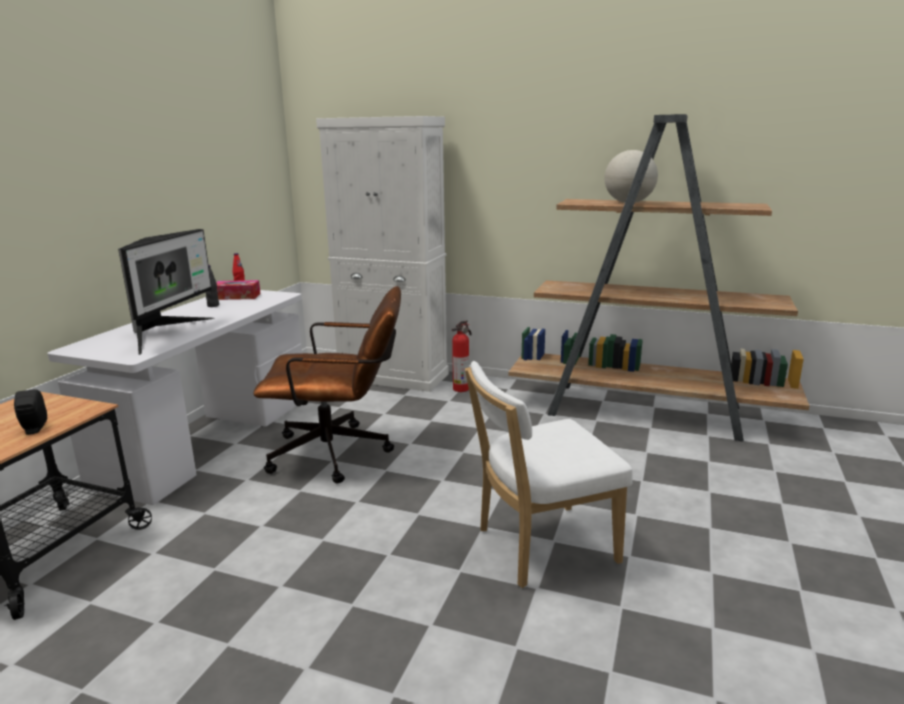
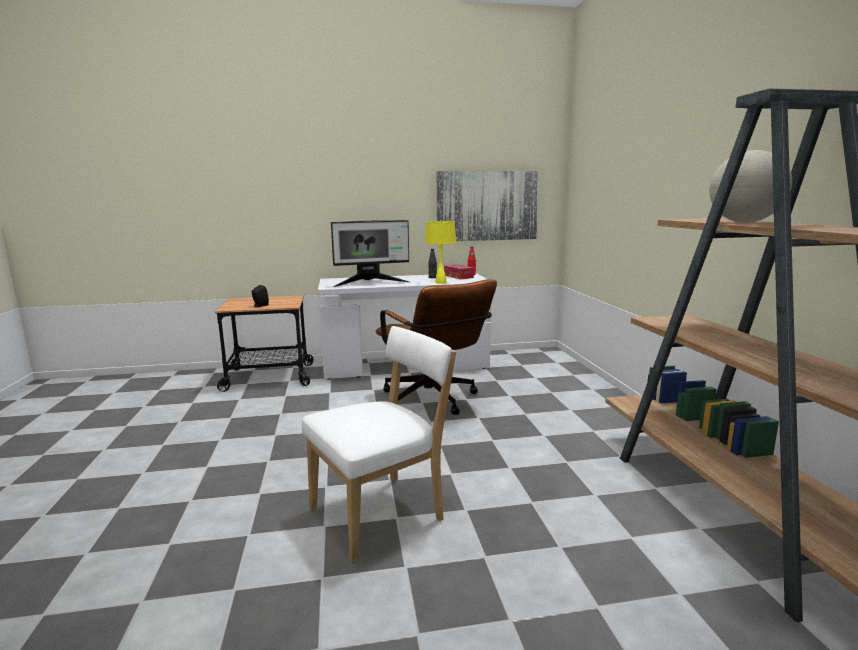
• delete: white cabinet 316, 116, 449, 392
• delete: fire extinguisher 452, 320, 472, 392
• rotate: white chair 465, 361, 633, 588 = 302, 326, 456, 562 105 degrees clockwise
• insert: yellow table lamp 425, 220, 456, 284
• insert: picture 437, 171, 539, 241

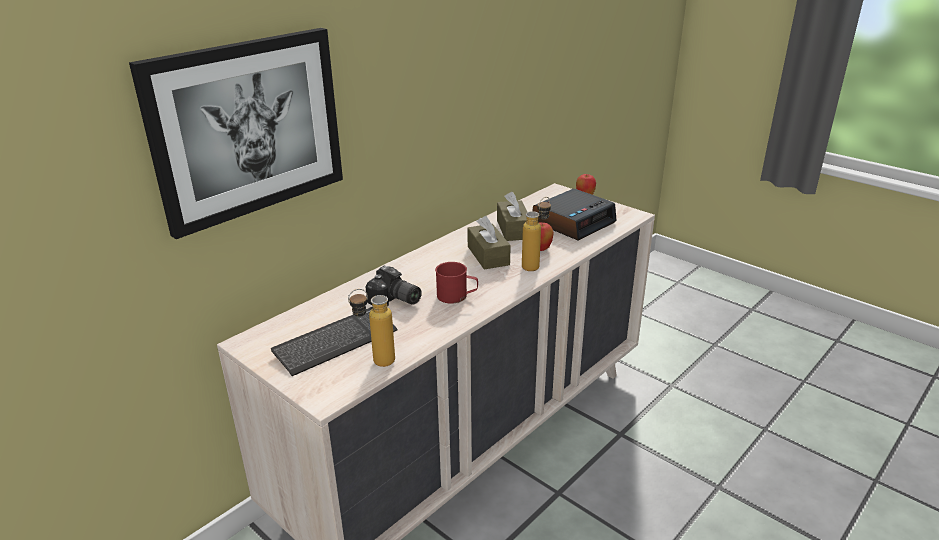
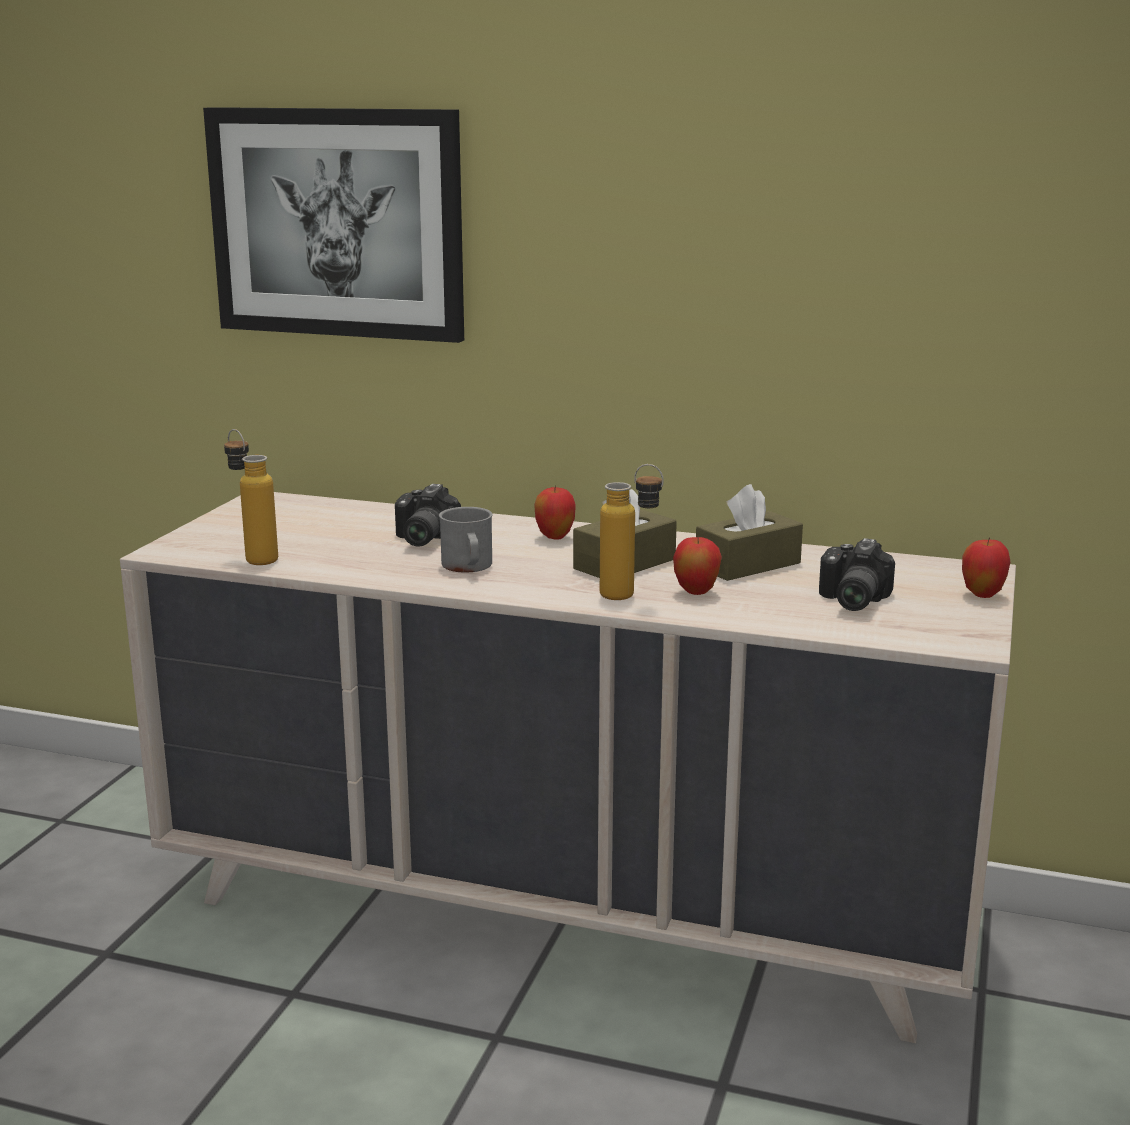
• delete: keyboard 271, 307, 398, 376
• recolor: red mug 435, 262, 478, 304 to grey mug 439, 507, 493, 572
• replace: alarm clock 533, 189, 617, 240 to photo camera 819, 538, 895, 611
• insert: apple 534, 486, 576, 540

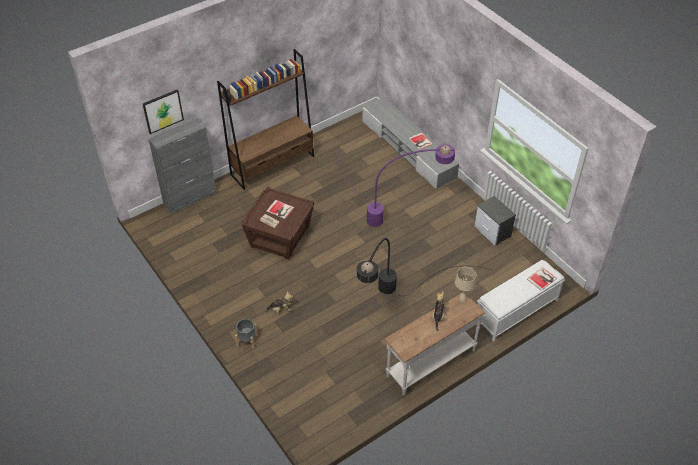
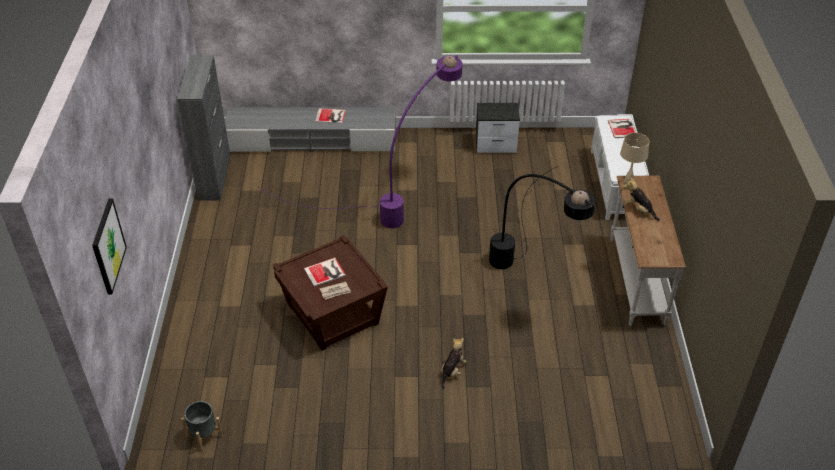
• move: grey cabinet 149, 118, 217, 214 to 177, 55, 230, 201
• delete: brown bookcase 217, 49, 314, 190
• move: grey planter 235, 319, 258, 349 to 181, 401, 223, 452

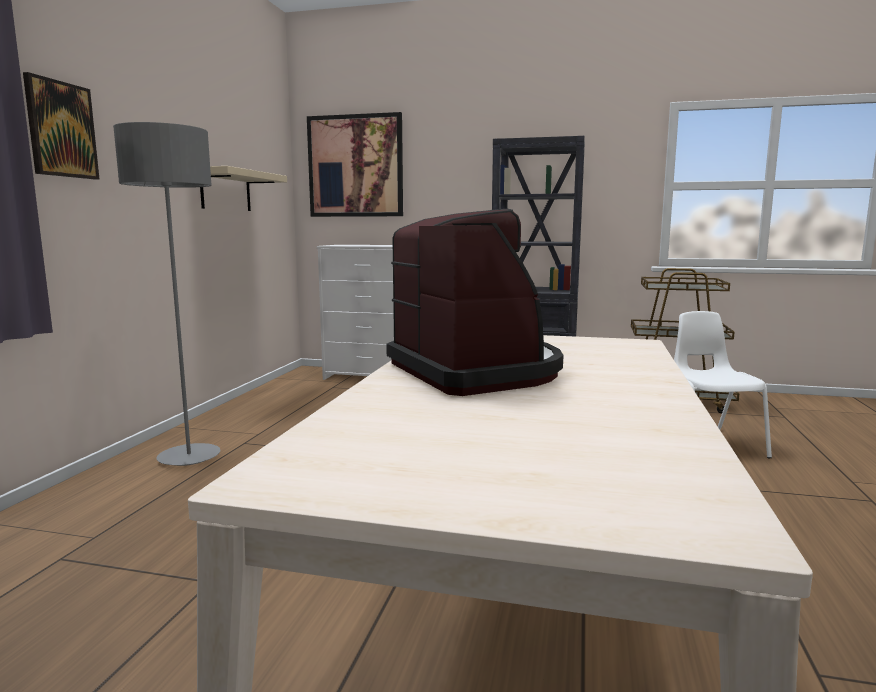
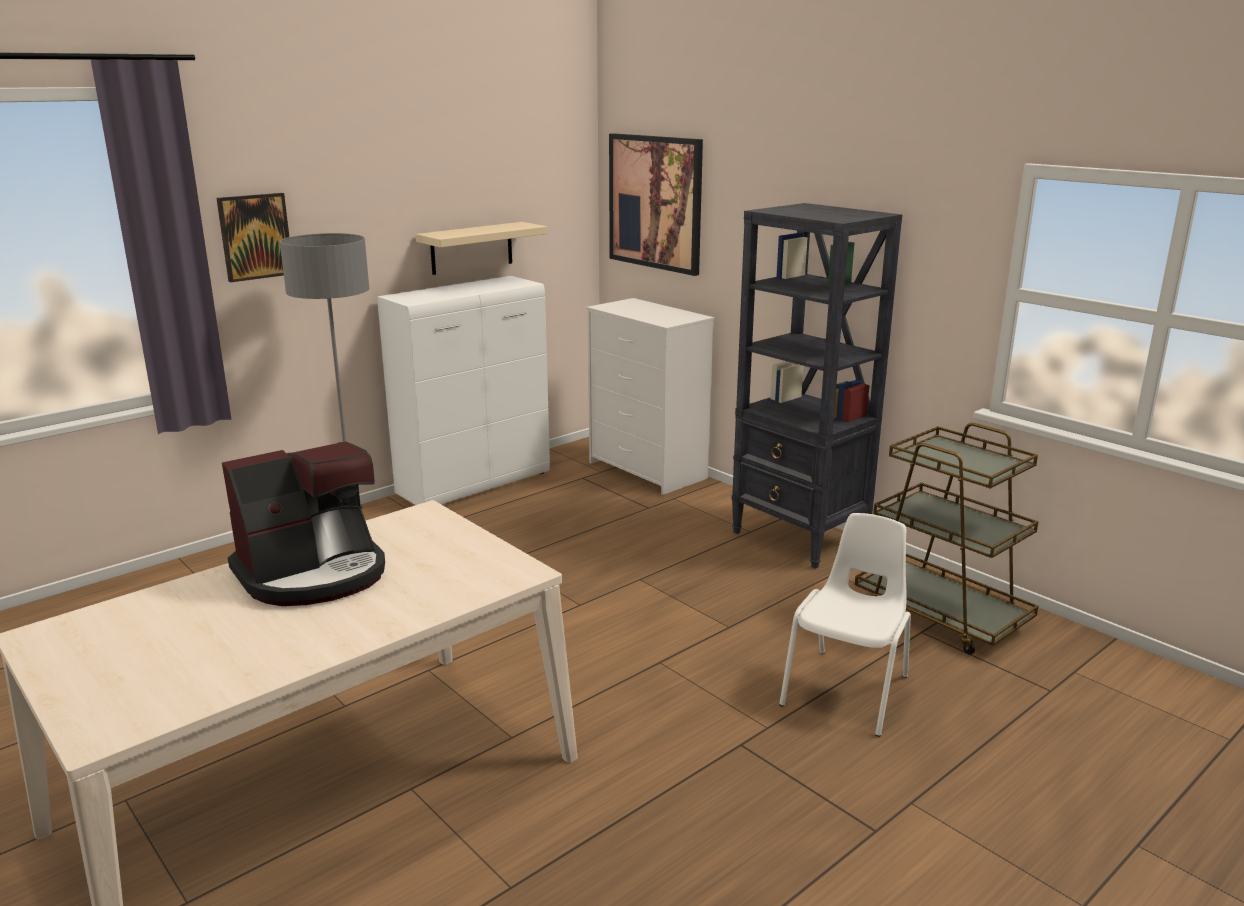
• rotate: coffee machine 386, 209, 563, 396 = 222, 442, 385, 606 45 degrees clockwise
• insert: white cabinet 377, 276, 550, 505

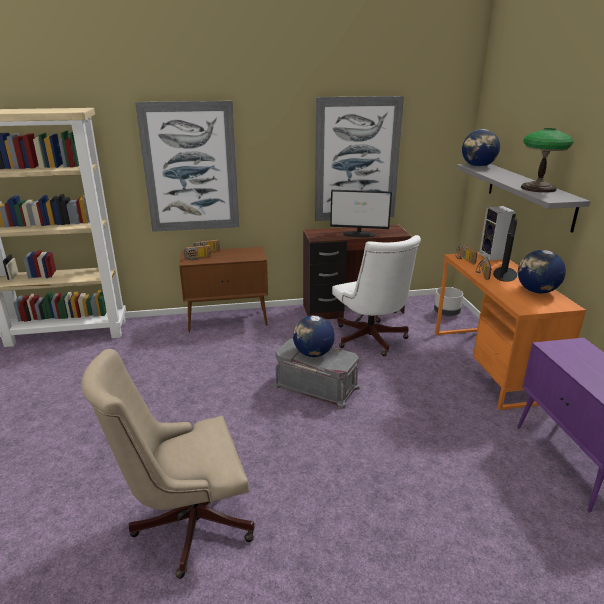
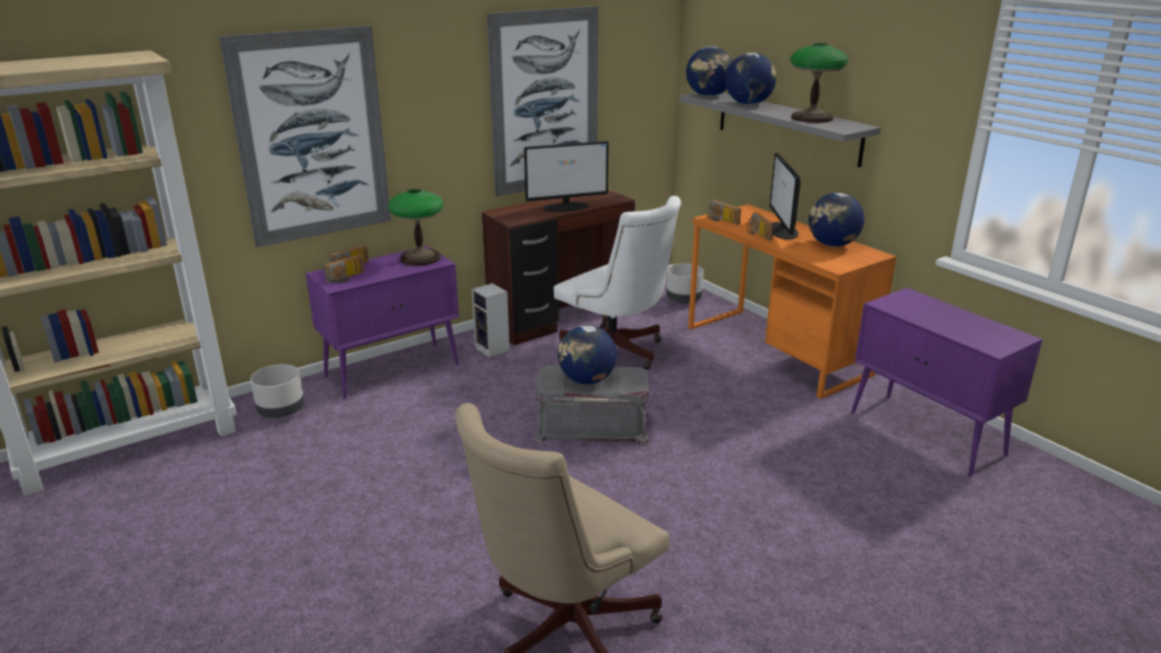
• recolor: brown cabinet 179, 247, 268, 332 to purple cabinet 306, 246, 459, 399
• move: speaker 479, 206, 515, 261 to 472, 283, 510, 358
• insert: grey planter 250, 364, 304, 418
• insert: table lamp 388, 189, 444, 266
• insert: globe 725, 53, 776, 105

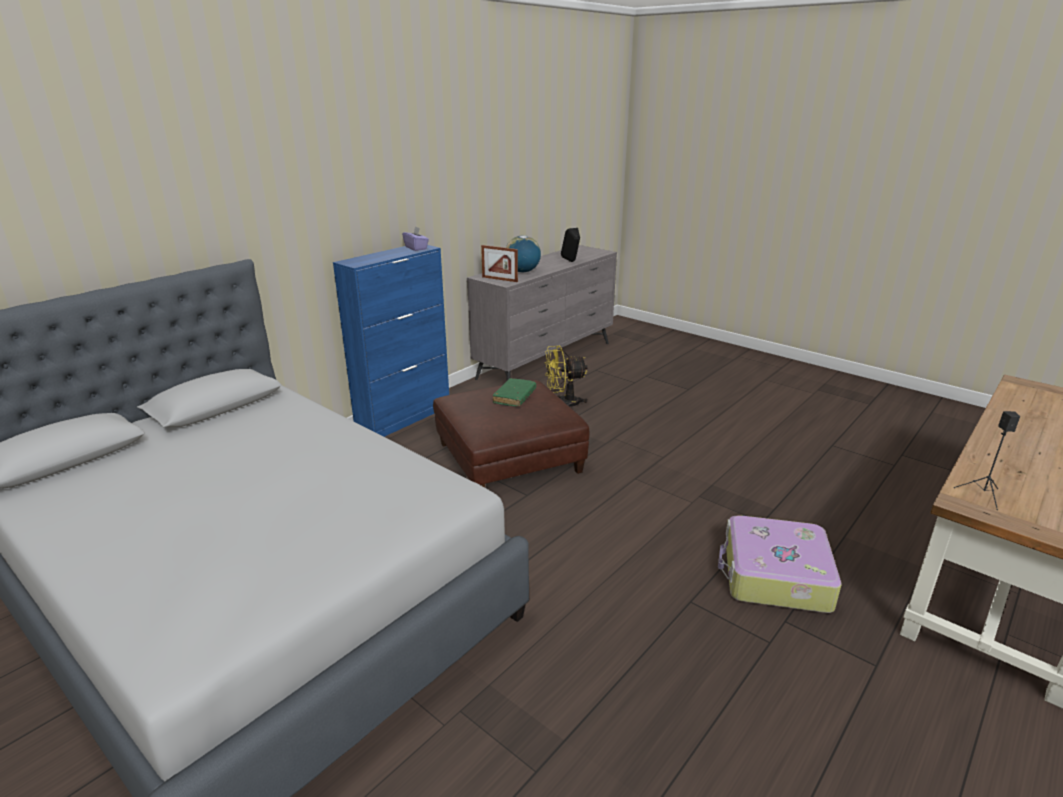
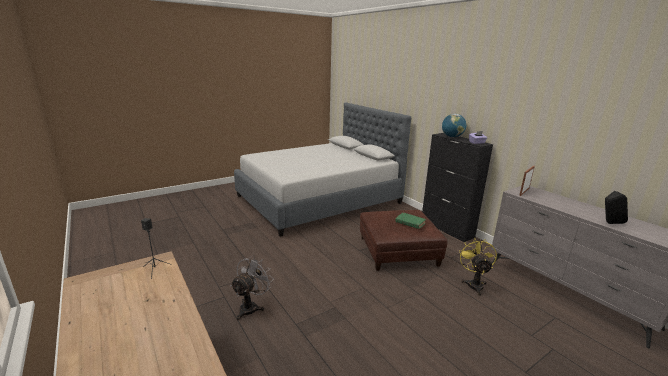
• recolor: blue cabinet 333, 245, 449, 437 to black cabinet 422, 133, 493, 242
• move: globe 506, 235, 541, 272 to 442, 114, 467, 137
• replace: suitcase 718, 515, 841, 613 to grey fan 230, 255, 274, 320

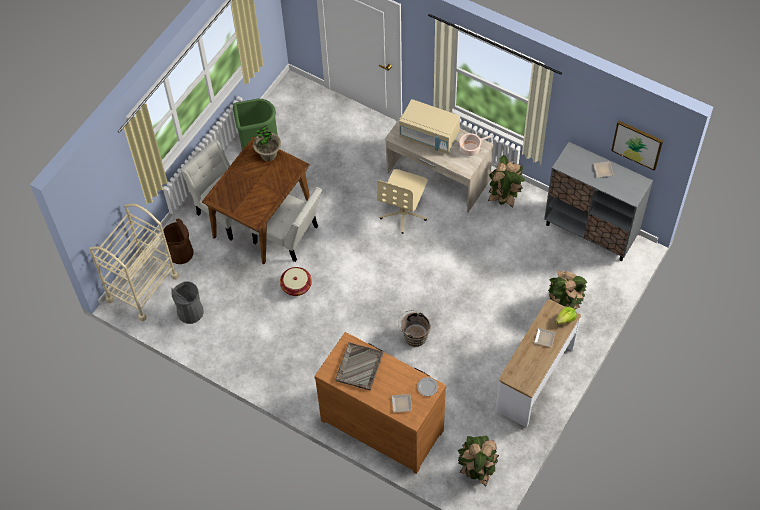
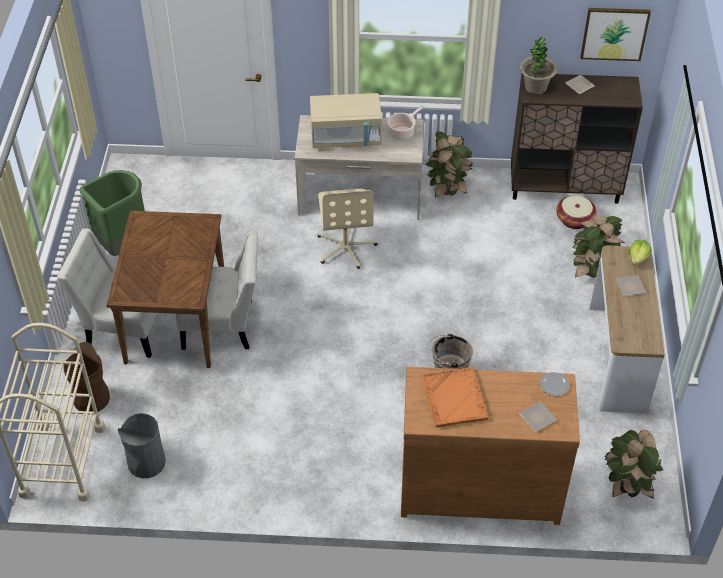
• move: potted plant 253, 125, 281, 161 to 520, 37, 557, 94
• move: basket 280, 267, 312, 296 to 556, 195, 597, 229
• recolor: grey tray 335, 342, 384, 391 to orange tray 421, 367, 488, 428
• recolor: grey cabinet 544, 142, 653, 261 to brown cabinet 511, 73, 643, 204

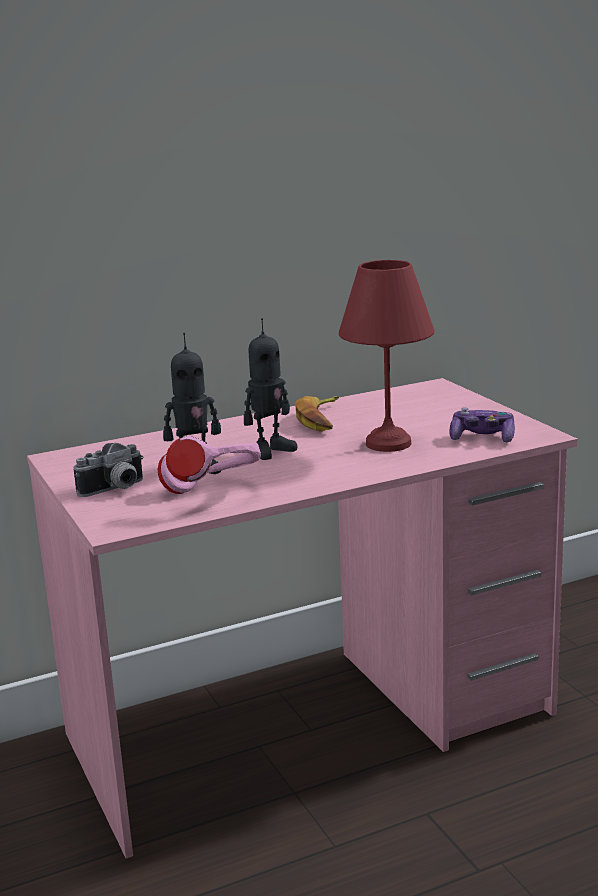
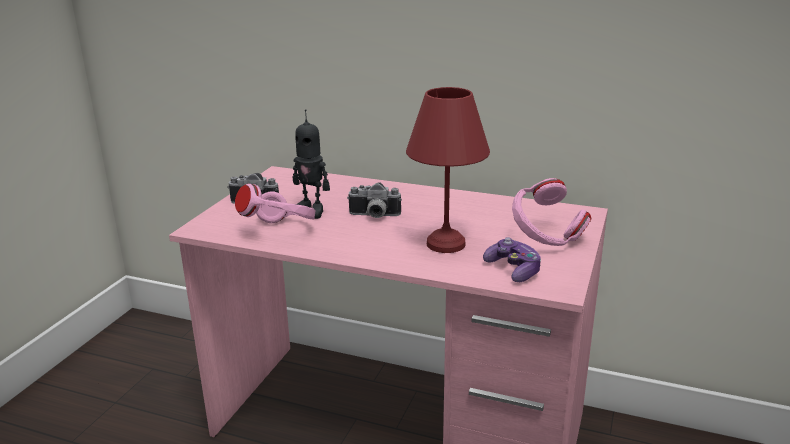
• replace: toy robot 244, 318, 297, 460 to photo camera 347, 182, 402, 218
• delete: banana 295, 396, 339, 432
• insert: pink headphones 512, 178, 591, 246

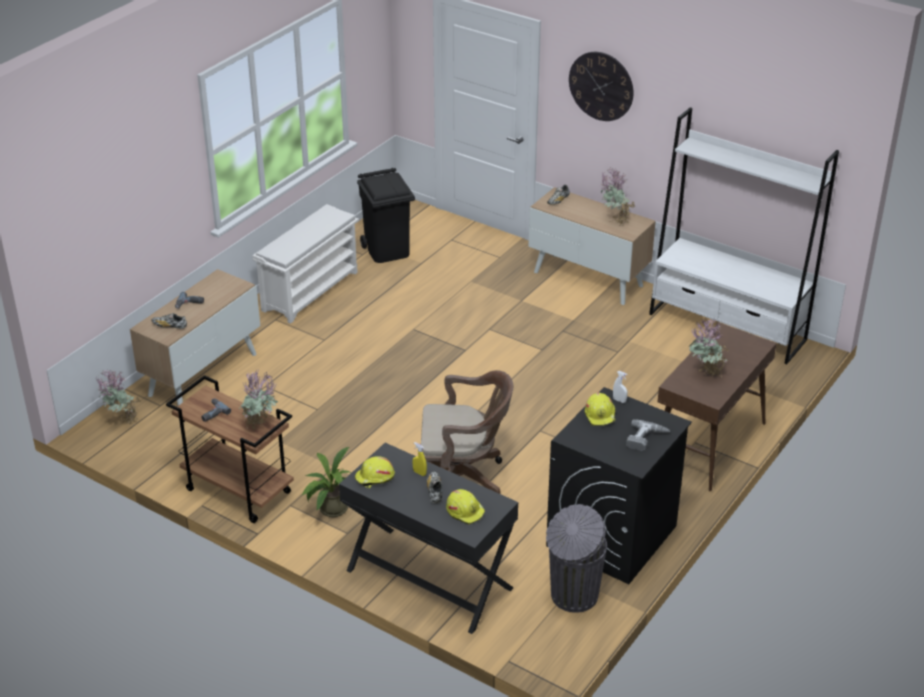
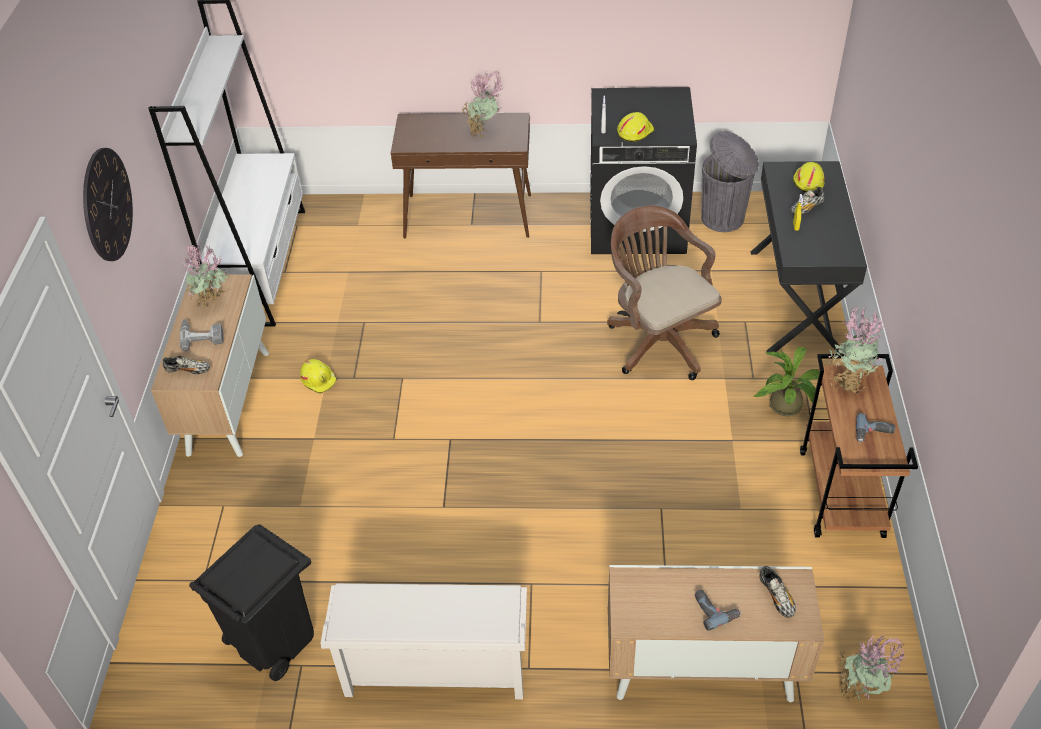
• move: yellow hard hat 355, 456, 395, 488 to 300, 359, 337, 394
• move: power drill 626, 419, 670, 451 to 180, 319, 224, 351

